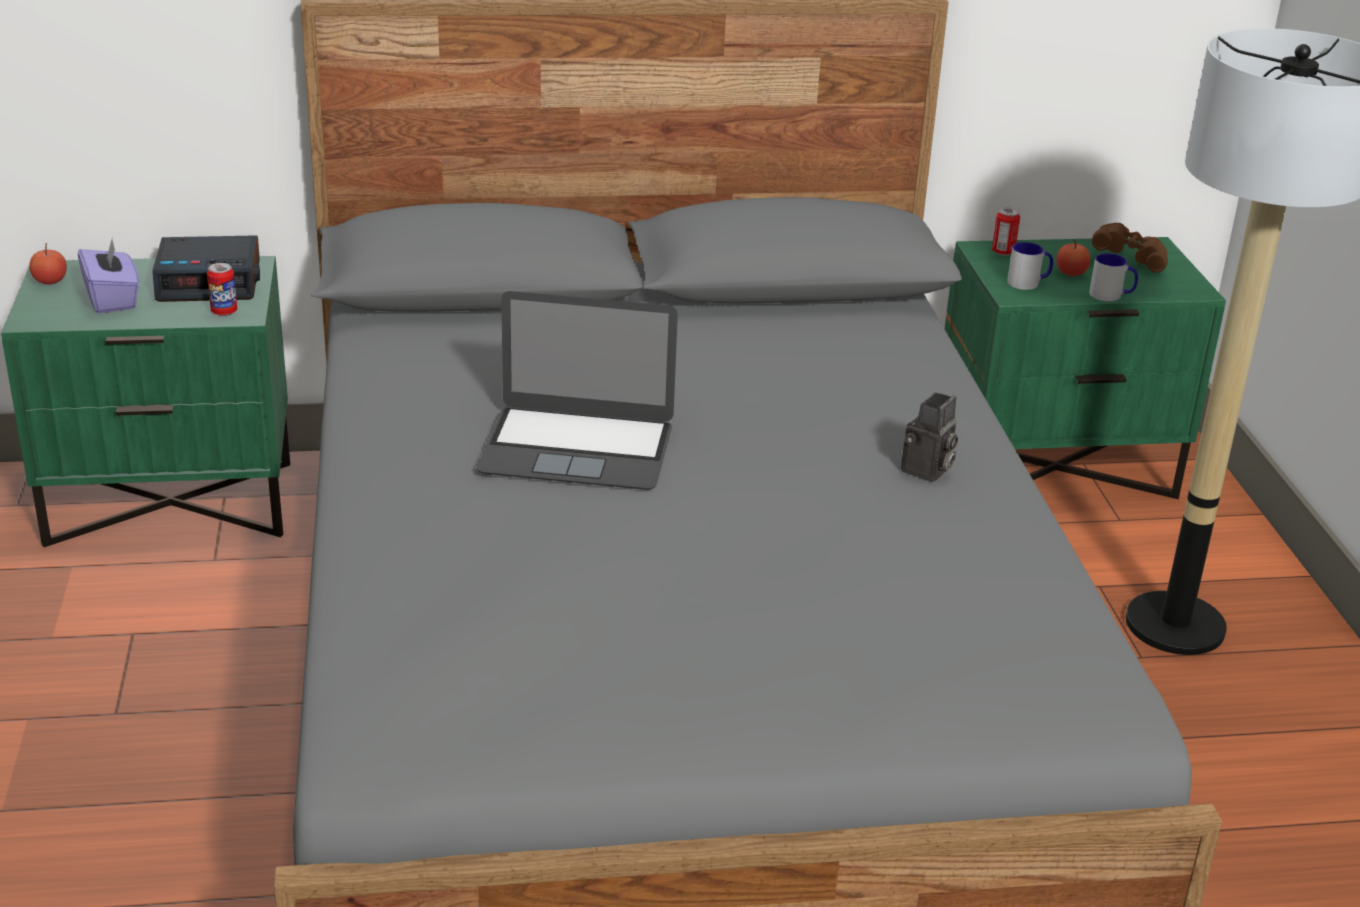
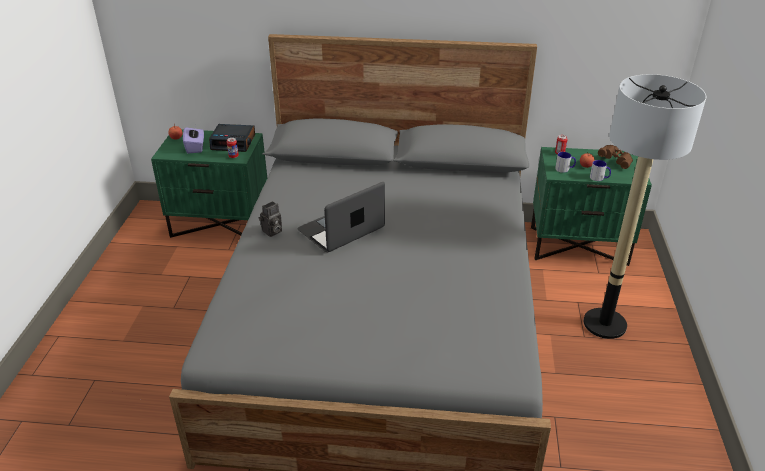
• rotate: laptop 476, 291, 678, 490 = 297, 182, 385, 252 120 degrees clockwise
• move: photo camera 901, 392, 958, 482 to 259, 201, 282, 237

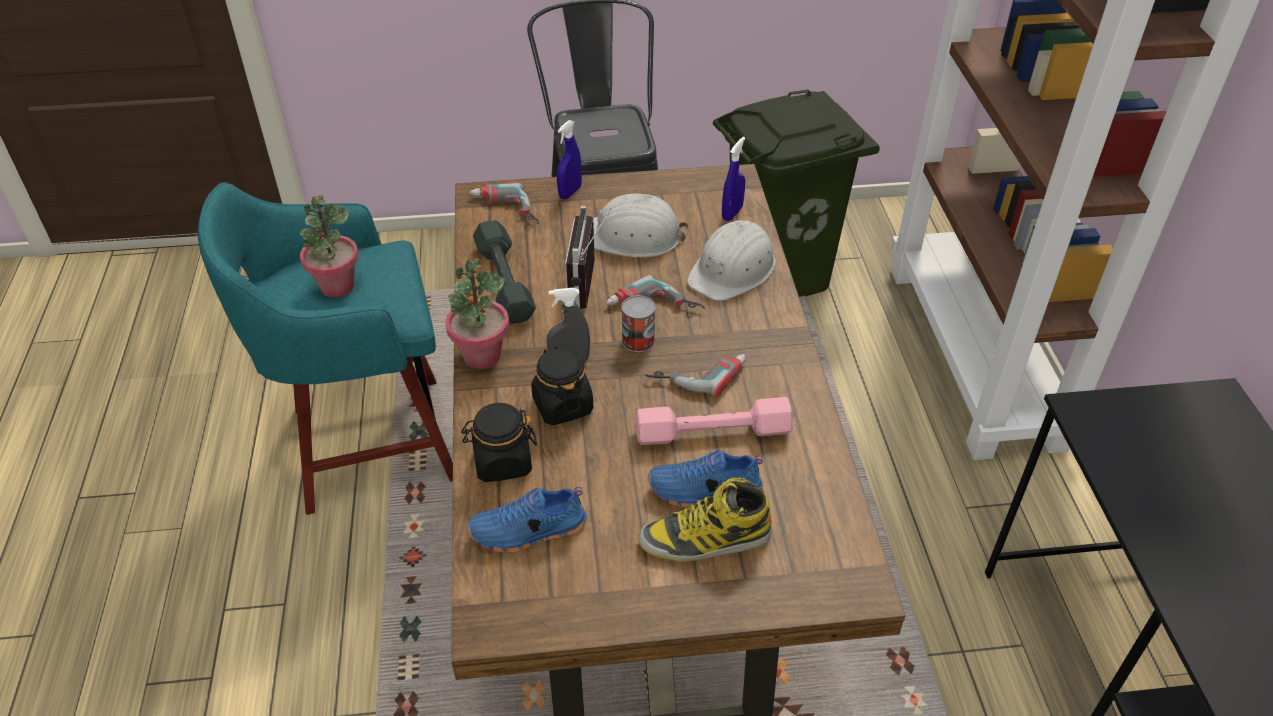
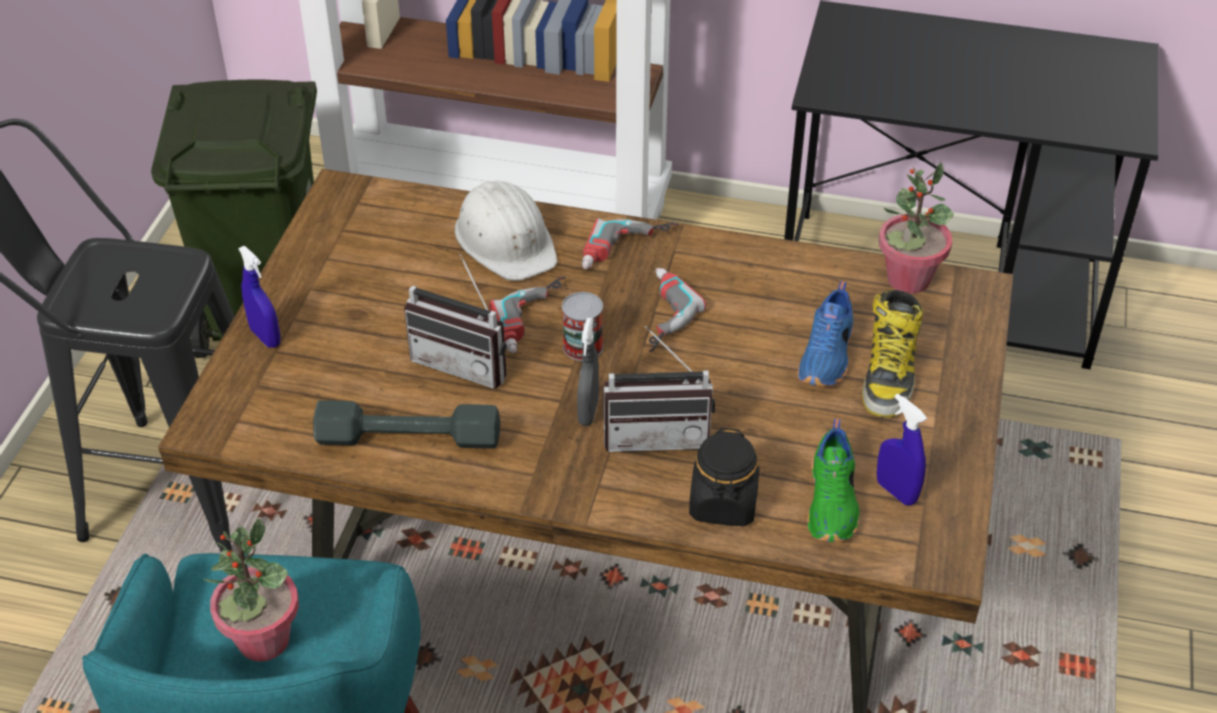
• move: potted plant 445, 258, 509, 369 to 879, 162, 954, 294
• recolor: blue shoe 467, 487, 587, 553 to green shoe 807, 419, 859, 542
• move: power drill 469, 183, 539, 224 to 581, 218, 679, 269
• replace: black jar 531, 346, 593, 425 to radio 604, 326, 715, 452
• delete: white hard hat 593, 194, 688, 257
• delete: pink dumbbell 635, 397, 793, 445
• move: blue spray bottle 722, 137, 745, 221 to 877, 393, 927, 506

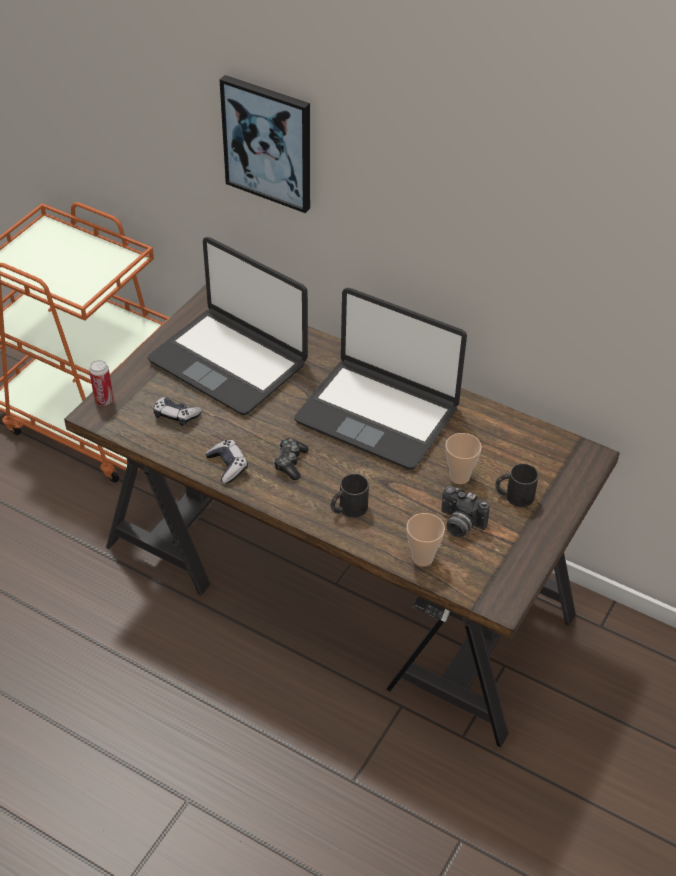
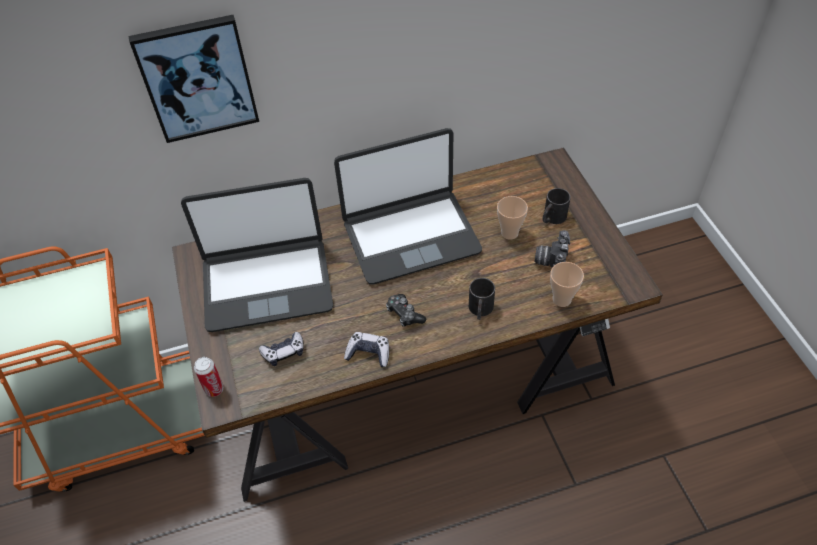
• rotate: photo camera 441, 486, 490, 537 = 534, 230, 570, 267 120 degrees clockwise

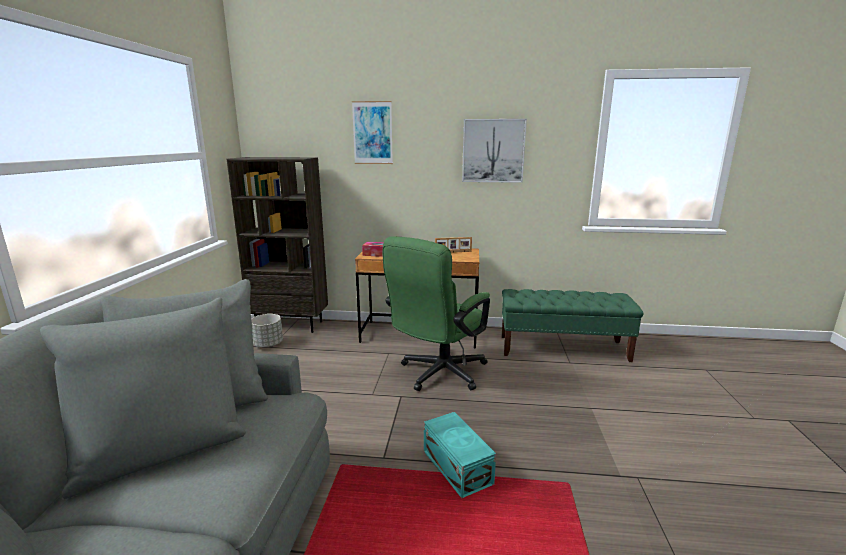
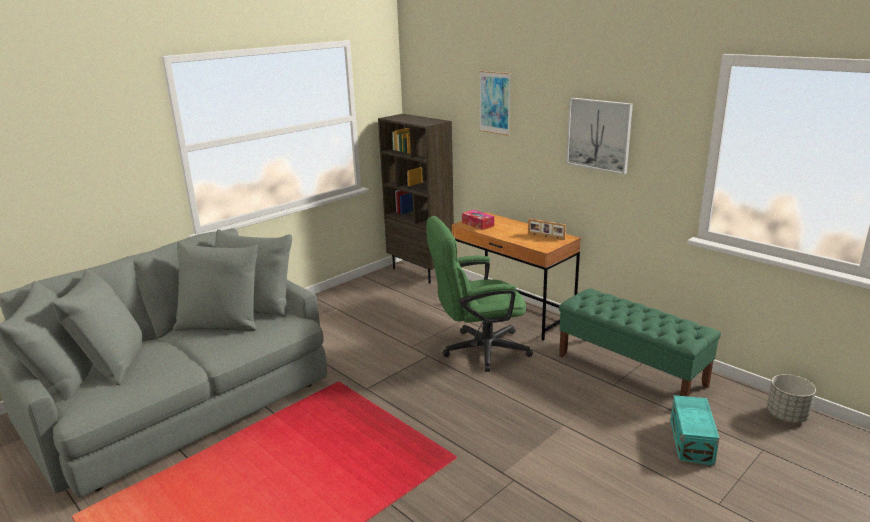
• move: grey planter 251, 314, 283, 348 to 767, 374, 816, 423
• move: turquoise storage box 424, 412, 496, 499 to 670, 395, 720, 466

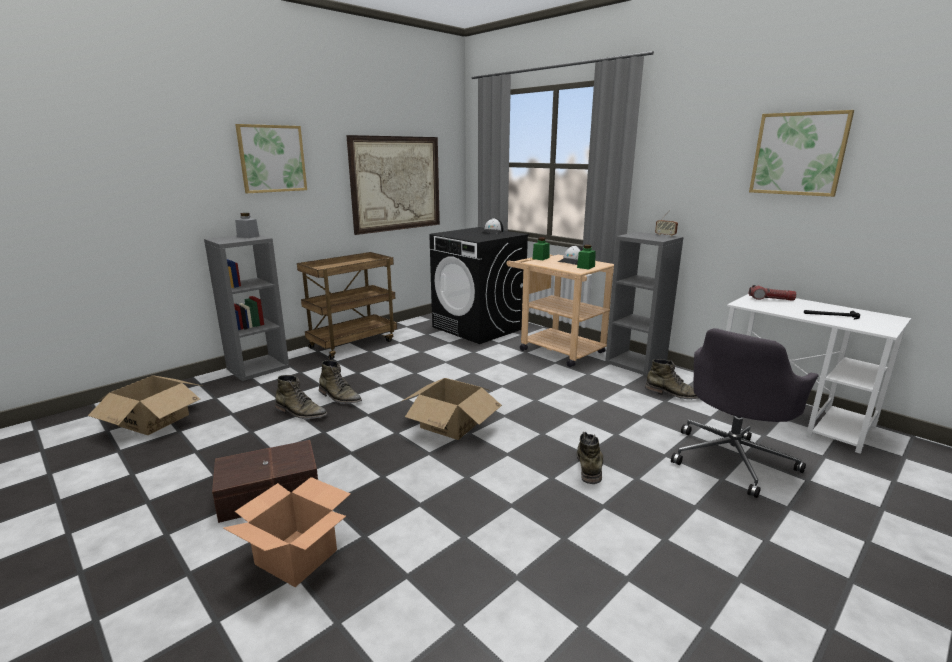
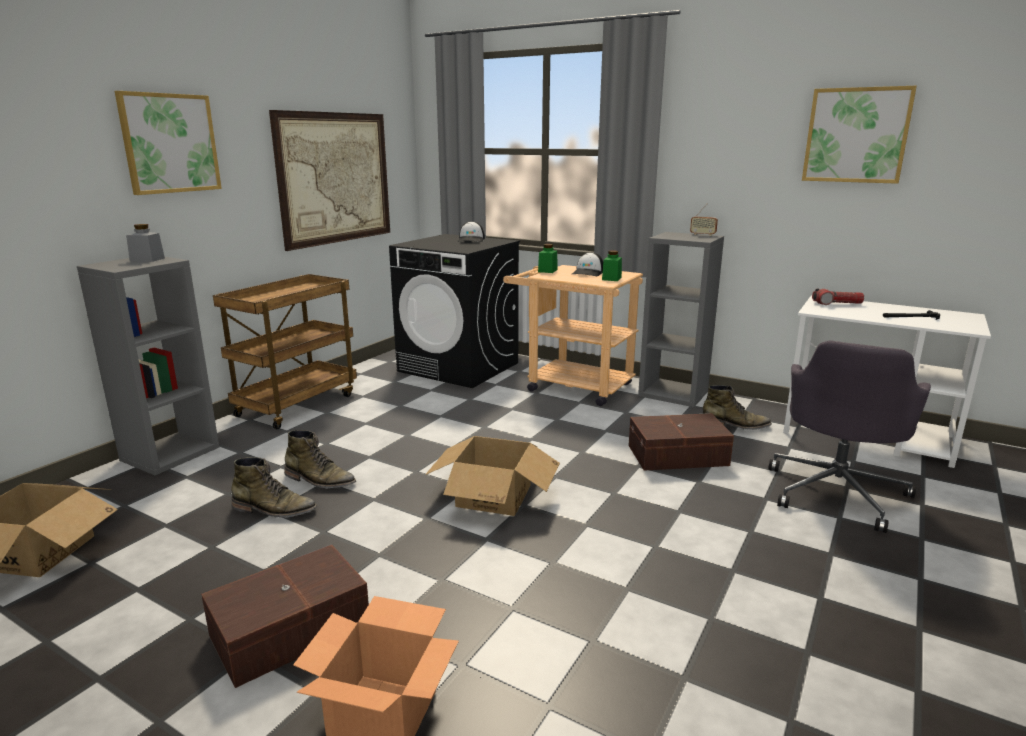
• delete: green boot 577, 432, 604, 484
• insert: brown storage box 629, 413, 734, 471

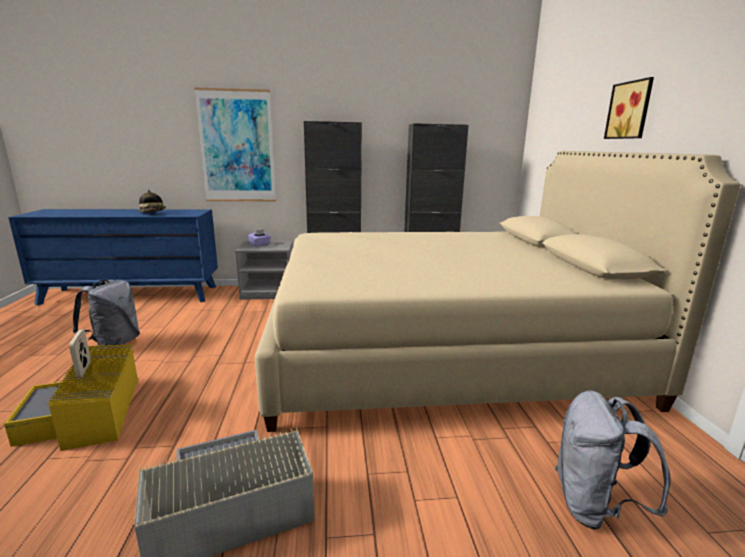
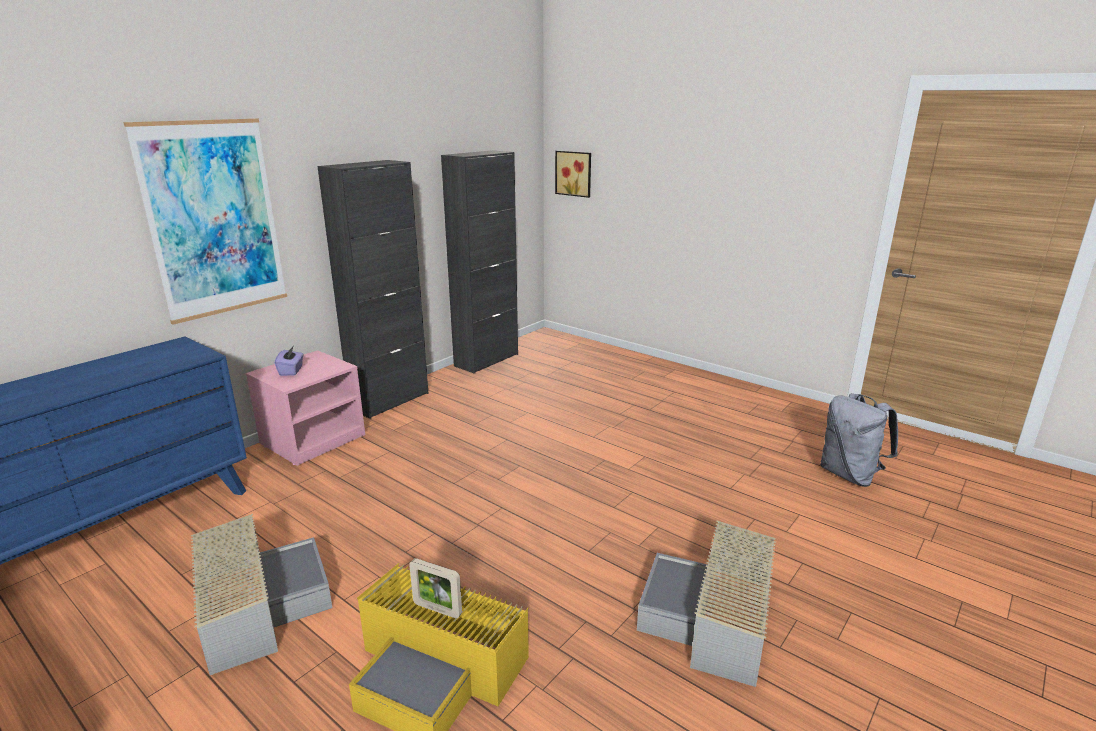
• replace: grey backpack 73, 280, 140, 346 to grey storage box 191, 514, 332, 675
• delete: hat 139, 190, 166, 213
• recolor: grey nightstand 235, 240, 293, 300 to pink nightstand 246, 350, 365, 466
• delete: beige bed 255, 151, 741, 432
• move: picture 604, 77, 654, 139 to 555, 151, 591, 198

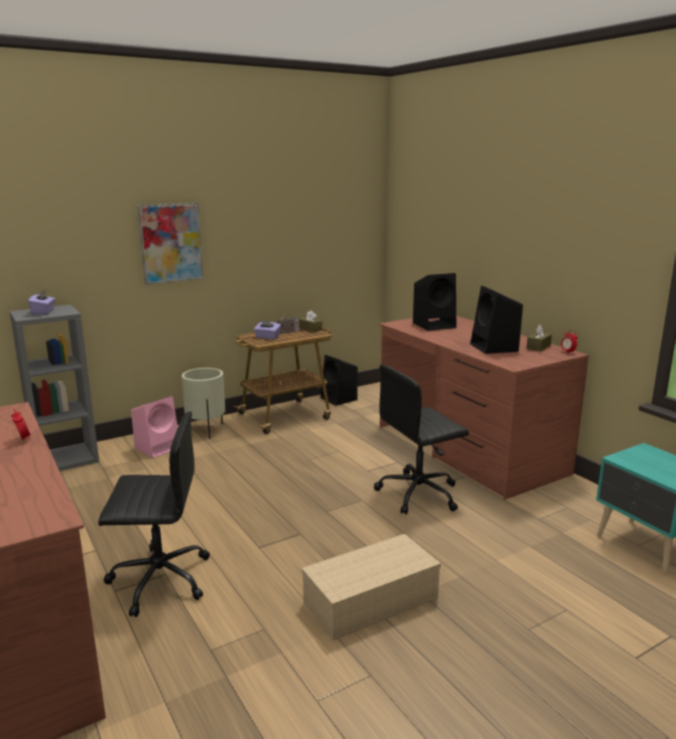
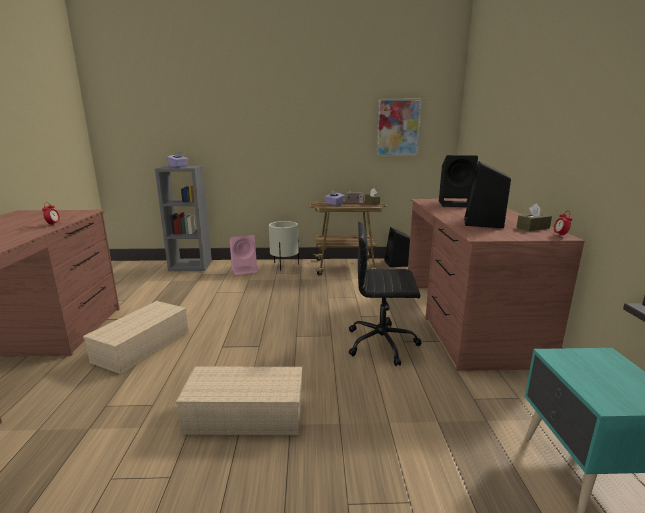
• replace: black office chair 98, 411, 210, 617 to beige storage box 83, 301, 188, 374
• move: picture 138, 203, 203, 285 to 376, 99, 422, 156

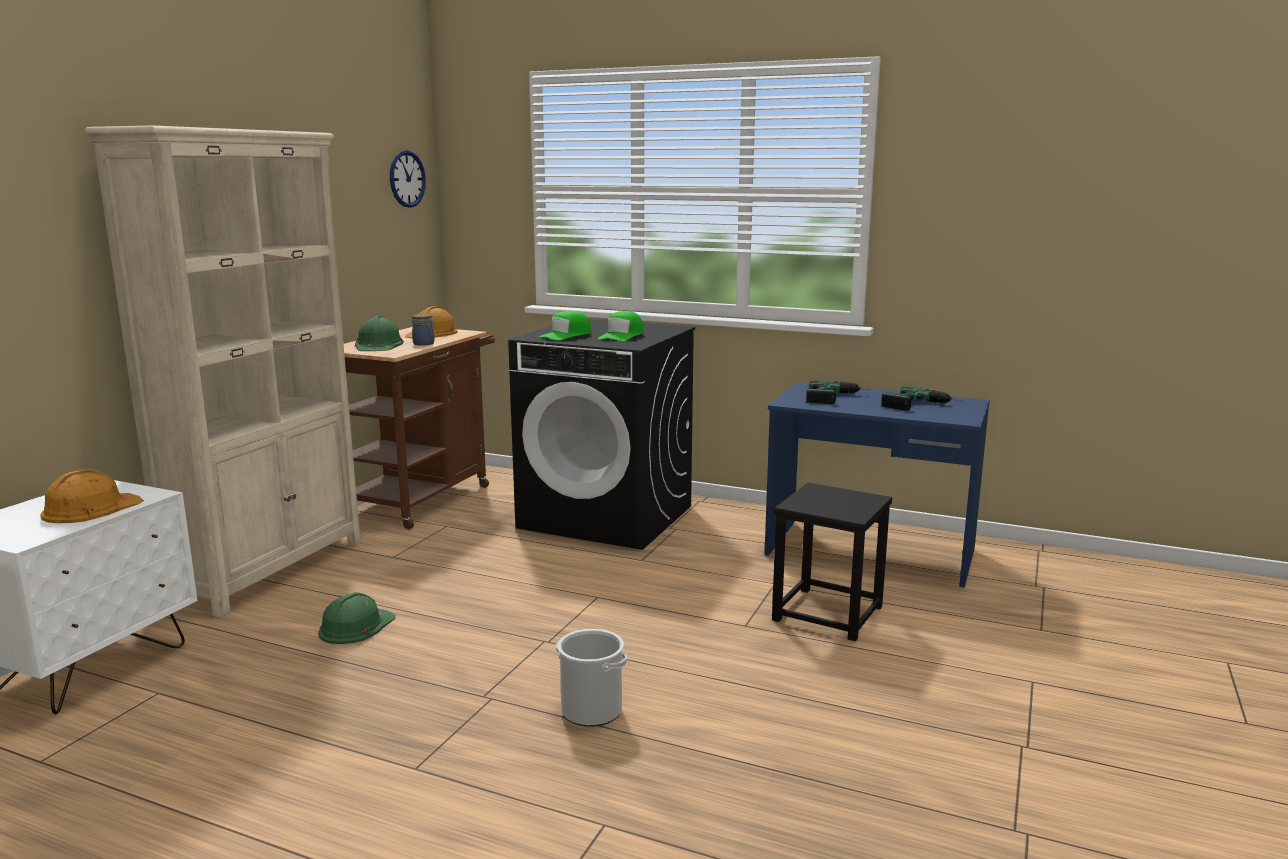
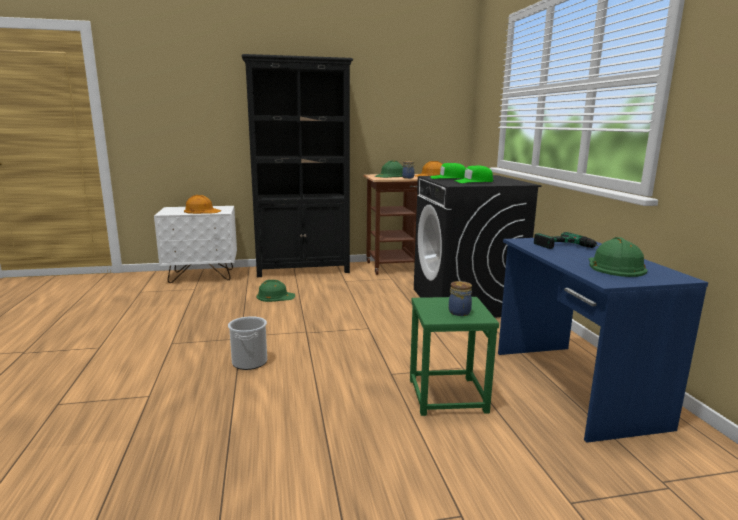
• recolor: beige bookcase 85, 125, 362, 618 to black bookcase 242, 54, 353, 277
• delete: wall clock 390, 150, 426, 208
• recolor: black stool 772, 483, 892, 641 to green stool 410, 297, 499, 416
• replace: power drill 881, 387, 962, 411 to green hard hat 589, 237, 647, 277
• insert: jar 449, 281, 472, 316

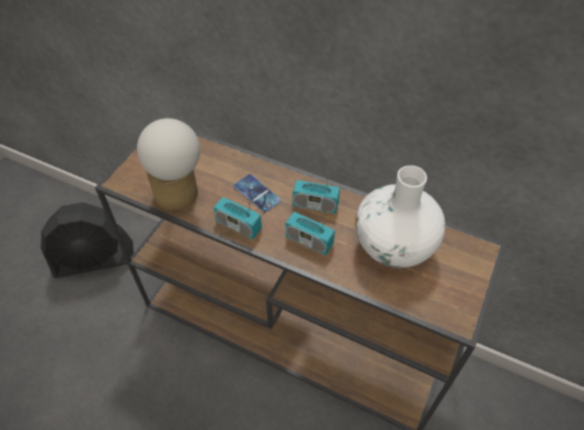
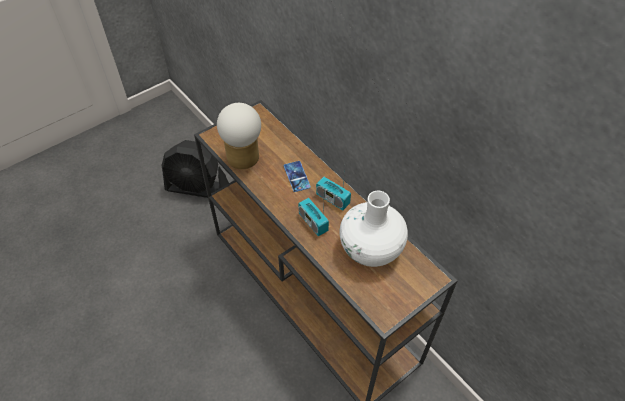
• delete: radio 213, 185, 262, 239

